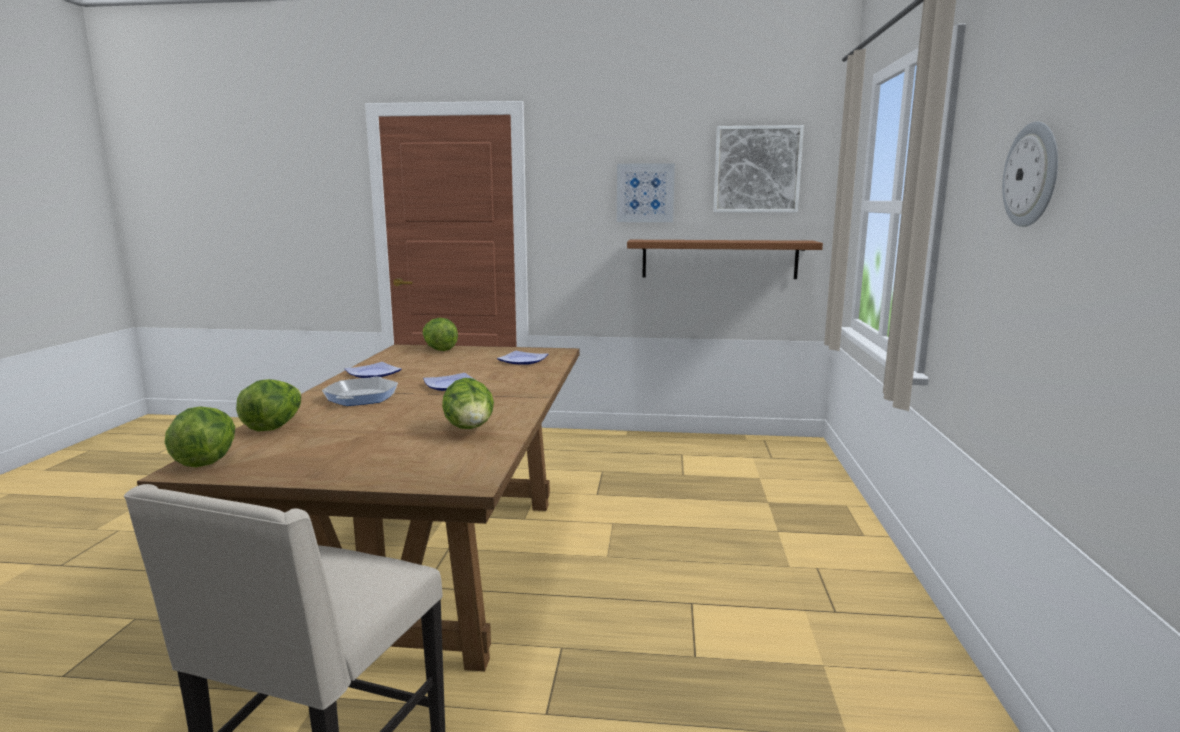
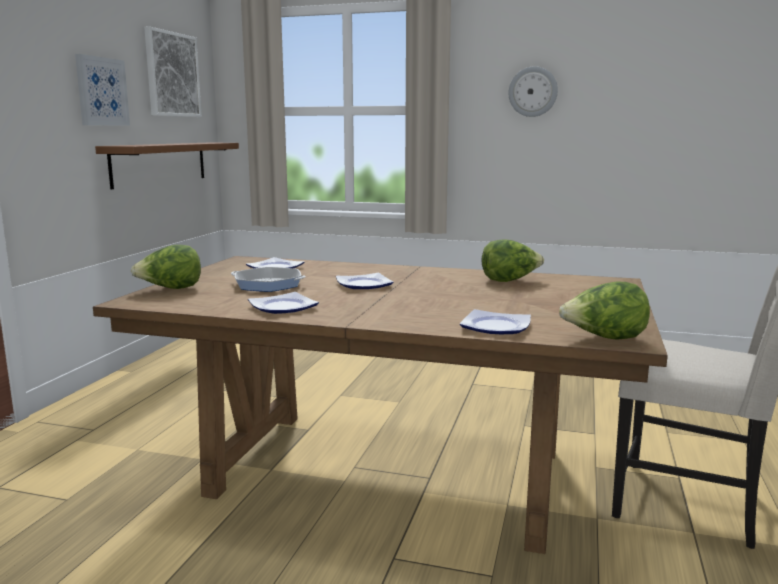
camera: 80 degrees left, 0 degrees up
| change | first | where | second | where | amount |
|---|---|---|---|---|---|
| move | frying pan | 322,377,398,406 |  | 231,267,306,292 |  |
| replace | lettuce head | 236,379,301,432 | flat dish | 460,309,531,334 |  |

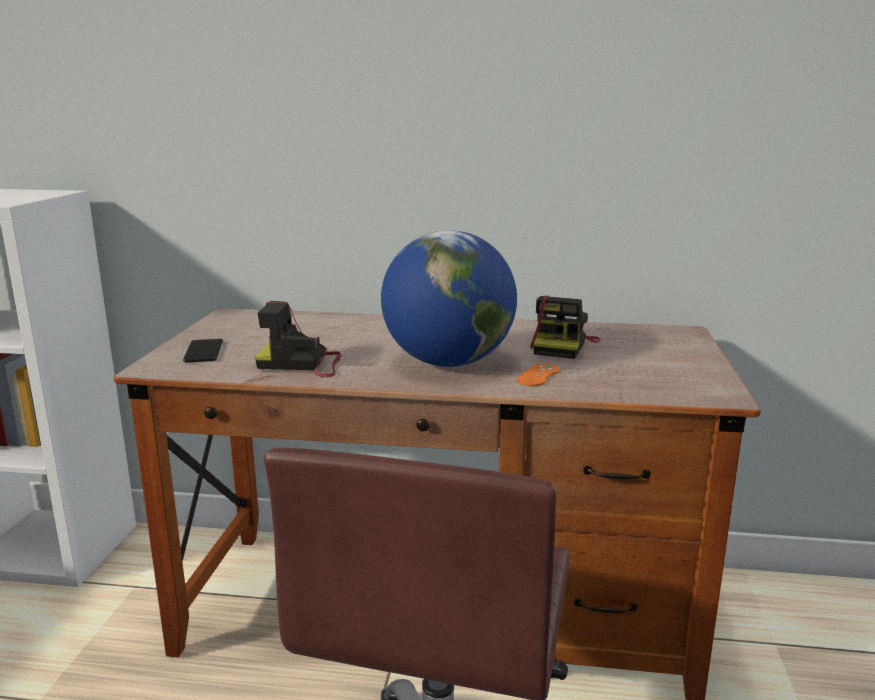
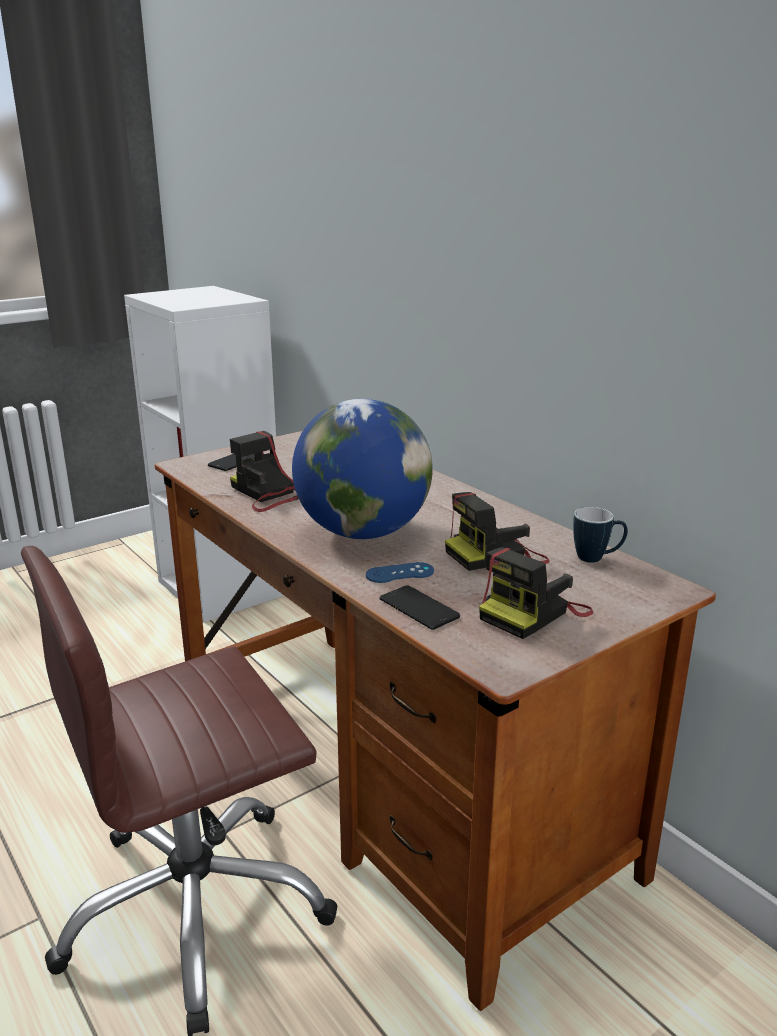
camera: 45 degrees right, 5 degrees up
| change | first | where | second | where | amount |
|---|---|---|---|---|---|
| recolor | joypad/orange-coloured | 517,364,560,386 | joypad/blue | 366,562,434,583 |  |
| insert |  |  | telephone | 380,585,460,630 |  |
| insert |  |  | photo camera | 479,547,593,639 |  |
| insert |  |  | coffee mug | 573,507,628,563 |  |

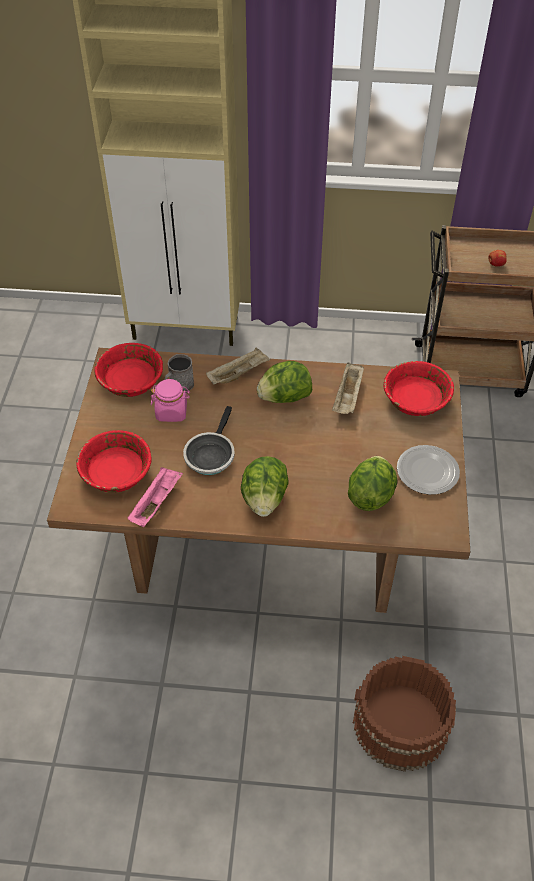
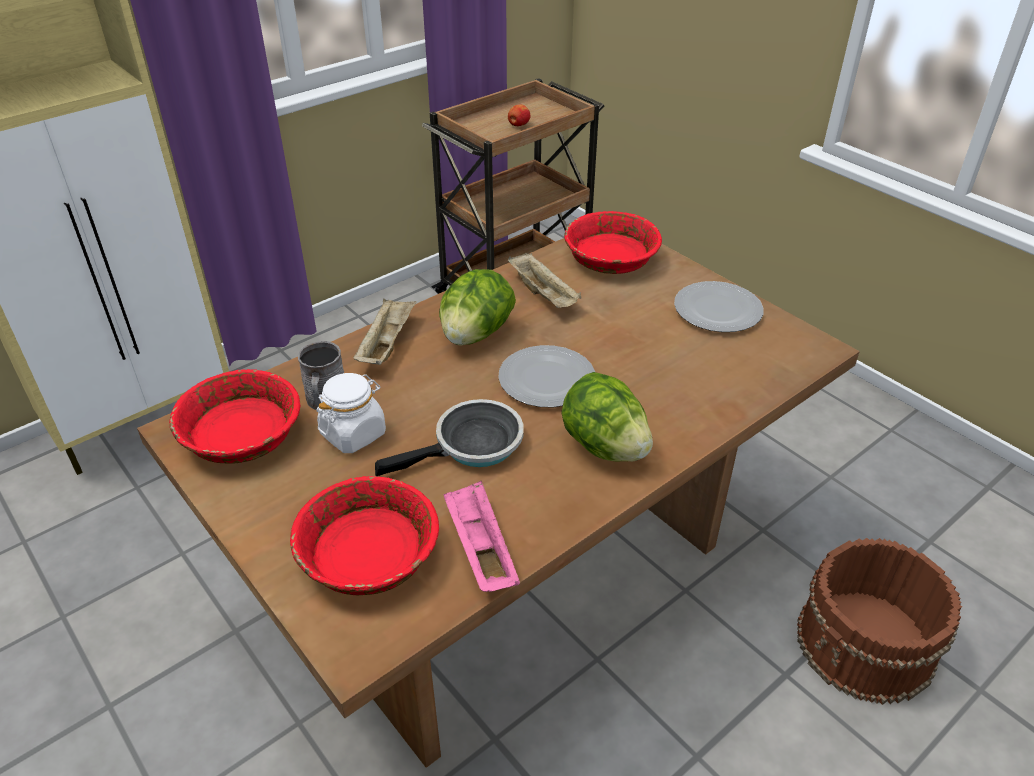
camera: 45 degrees left, 10 degrees down
| change | first | where | second | where | amount |
|---|---|---|---|---|---|
| recolor | jar/pink | 151,379,190,422 | jar/white-coloured | 317,373,386,453 |  |
| rotate | frying pan | 183,406,235,475 |  | 375,399,524,476 | 90 degrees counterclockwise |
| insert |  |  | flat dish | 498,345,595,407 |  |
| delete | lettuce head | 348,456,398,511 |  |  |  |

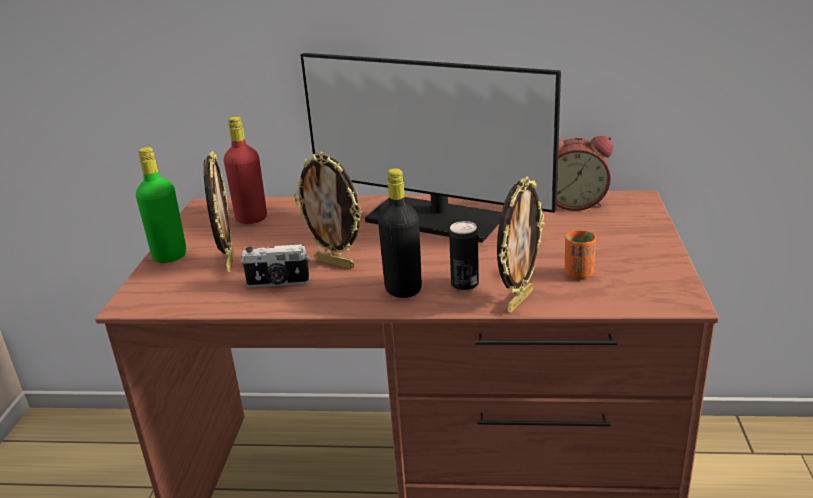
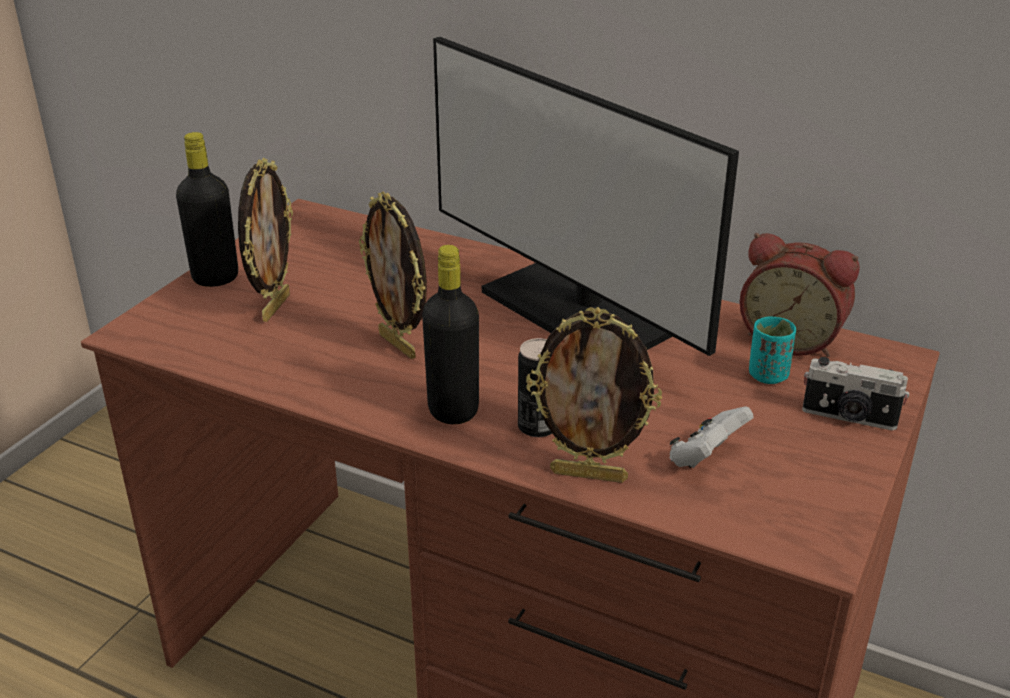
camera: 20 degrees right, 5 degrees up
| change | first | where | second | where | amount |
|---|---|---|---|---|---|
| recolor | bottle/green | 136,147,187,263 | bottle/blackish | 176,132,238,287 |  |
| rotate | picture frame | 497,176,544,313 |  | 526,307,662,483 | 45 degrees clockwise |
| replace | drinking cup/orange-coloured | 565,230,596,279 | joypad/white-coloured | 670,406,753,468 |  |
| insert |  |  | drinking cup/blue-green | 749,316,796,384 |  |
| move | photo camera | 241,244,310,287 |  | 802,357,909,430 |  |
| delete | bottle/red-coloured | 224,116,267,224 |  |  |  |

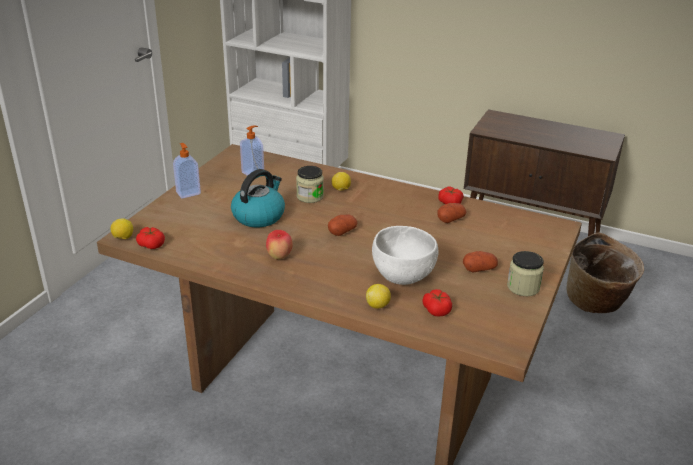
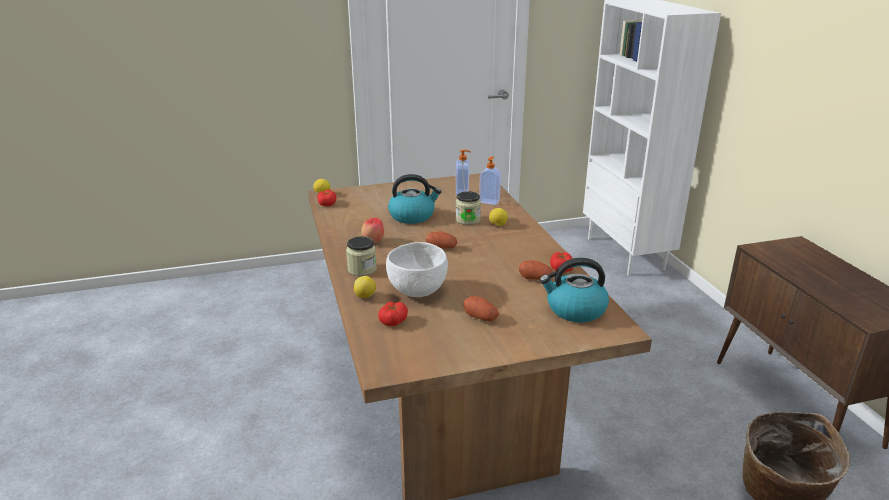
camera: 50 degrees right, 5 degrees down
| change | first | where | second | where | amount |
|---|---|---|---|---|---|
| move | jar | 507,251,544,296 |  | 346,237,377,276 |  |
| move | soap bottle | 173,143,201,199 |  | 479,156,501,205 |  |
| insert |  |  | tea kettle | 540,258,609,323 |  |

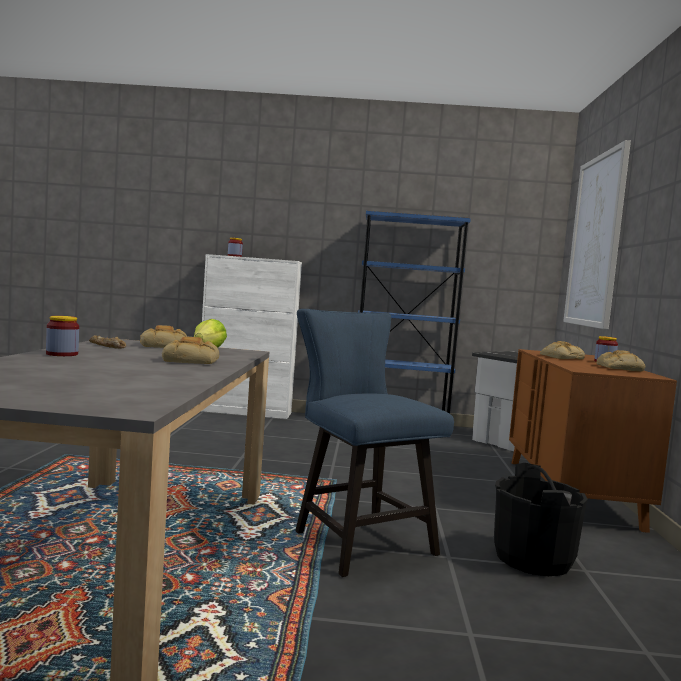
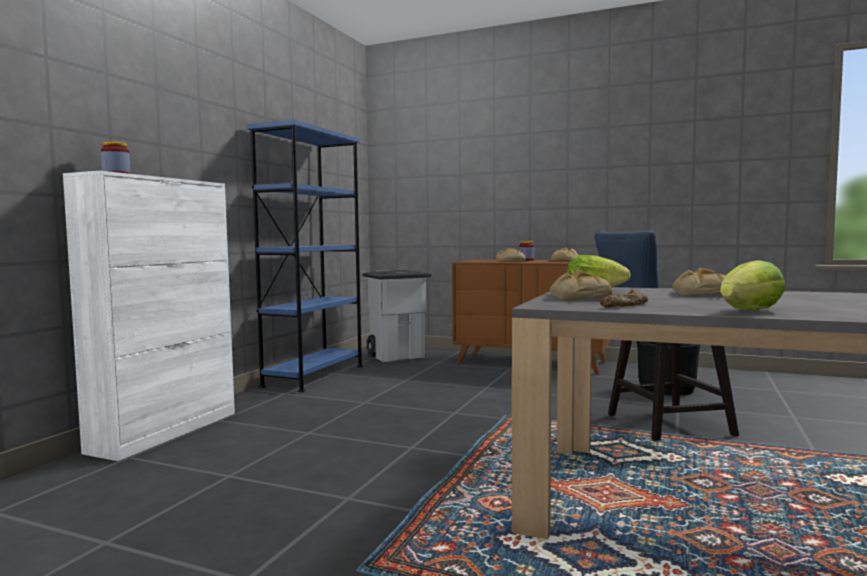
camera: 70 degrees left, 0 degrees up
| change | first | where | second | where | amount |
|---|---|---|---|---|---|
| replace | jar | 46,316,79,356 | lettuce head | 720,260,786,310 |  |
| delete | picture | 563,140,631,329 |  |  |  |

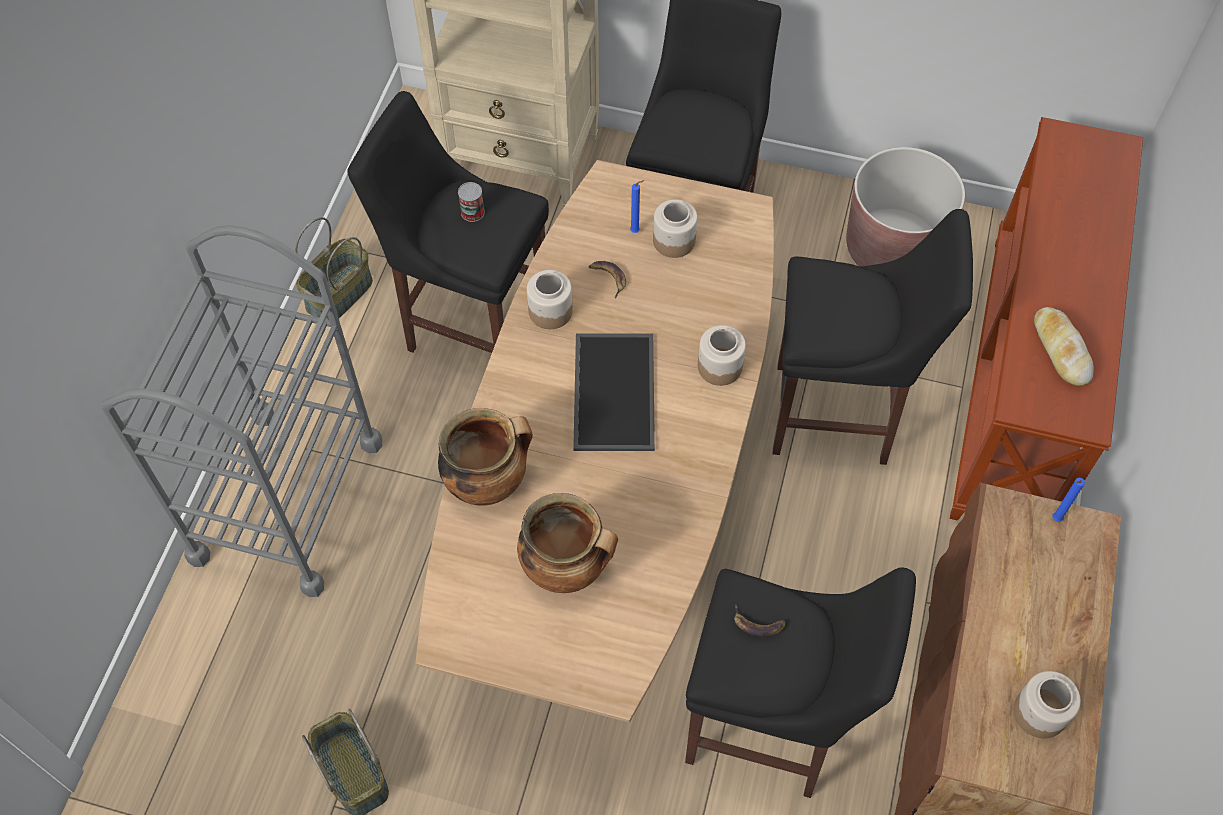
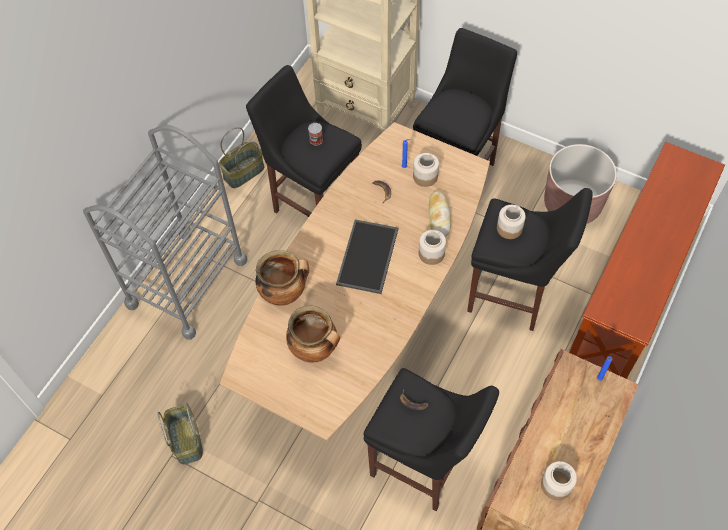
camera: 15 degrees right, 0 degrees up
| change | first | where | second | where | amount |
|---|---|---|---|---|---|
| move | bread | 1034,307,1094,386 |  | 429,191,451,237 |  |
| move | jar | 527,270,573,329 |  | 497,205,526,239 |  |

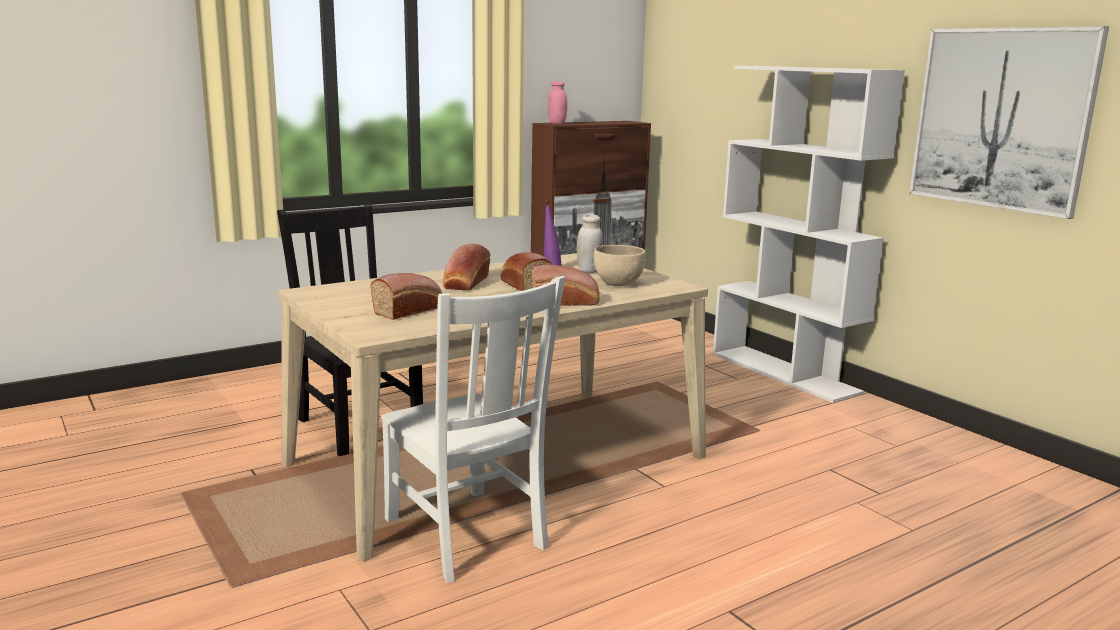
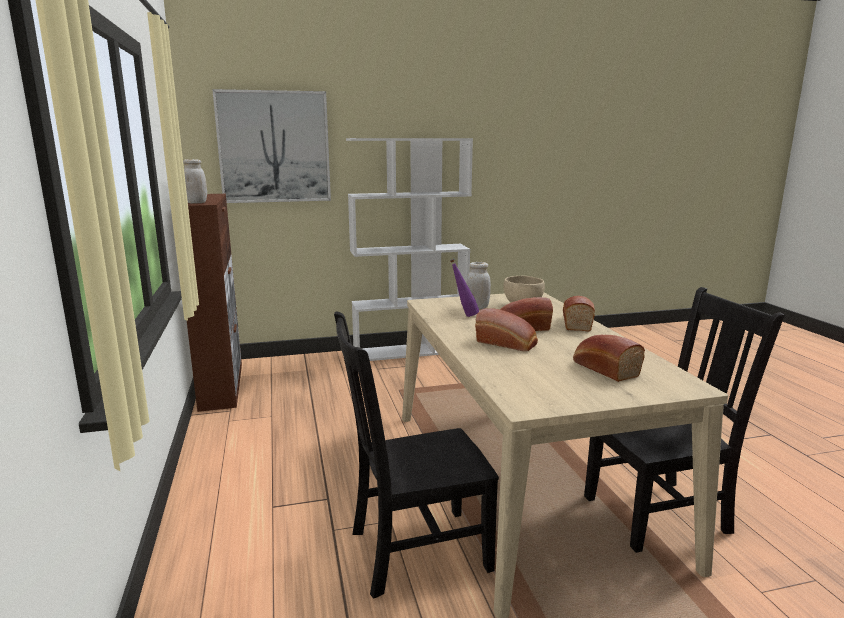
camera: 70 degrees left, 0 degrees up
| change | first | where | second | where | amount |
|---|---|---|---|---|---|
| recolor | jar/pink | 548,81,568,124 | jar/white-coloured | 183,159,207,203 |  |
| move | picture | 909,26,1109,219 |  | 212,89,331,203 |  |
| recolor | upright chair/white-coloured | 381,276,565,583 | upright chair/blackish | 584,287,785,553 |  |

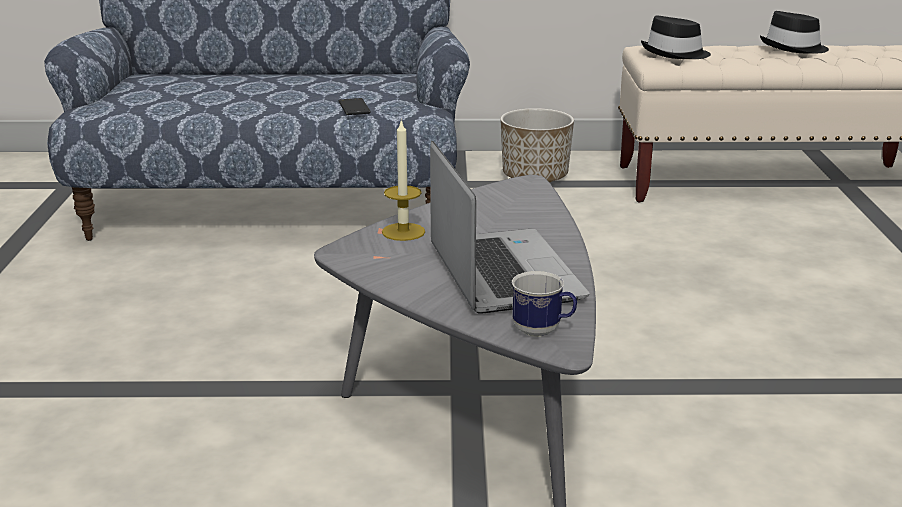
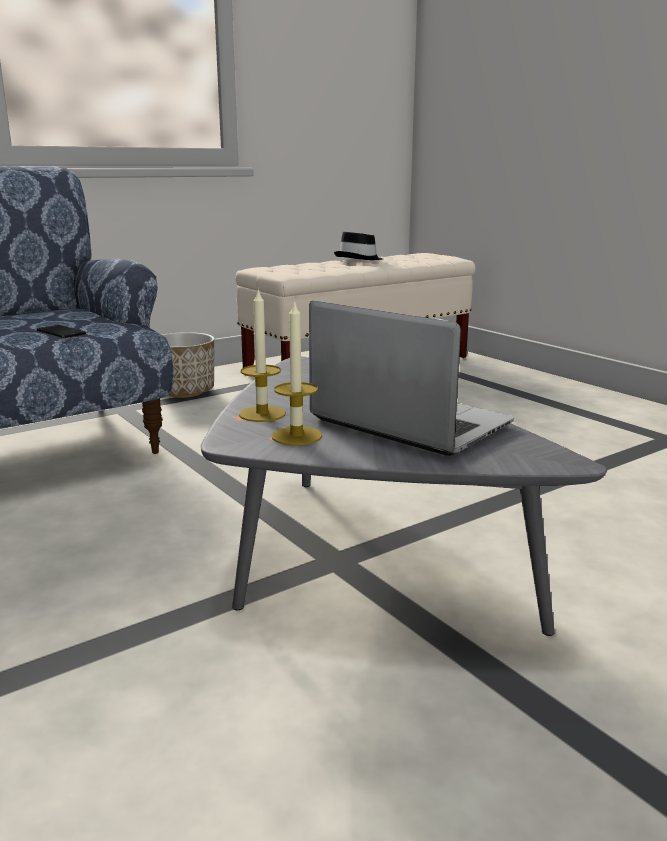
camera: 35 degrees left, 5 degrees down
| change | first | where | second | where | amount |
|---|---|---|---|---|---|
| insert |  |  | wax candle | 272,299,322,445 |  |
| delete | coffee mug | 512,271,577,337 |  |  |  |
| delete | hat/blackish | 641,16,711,59 |  |  |  |

